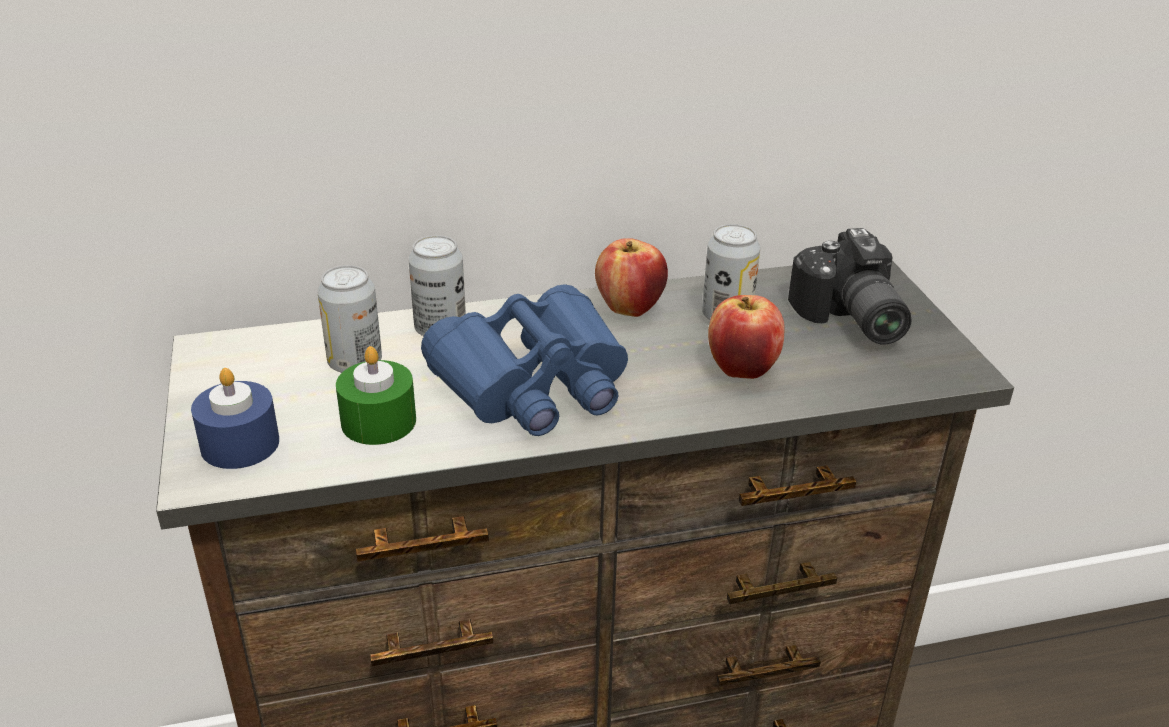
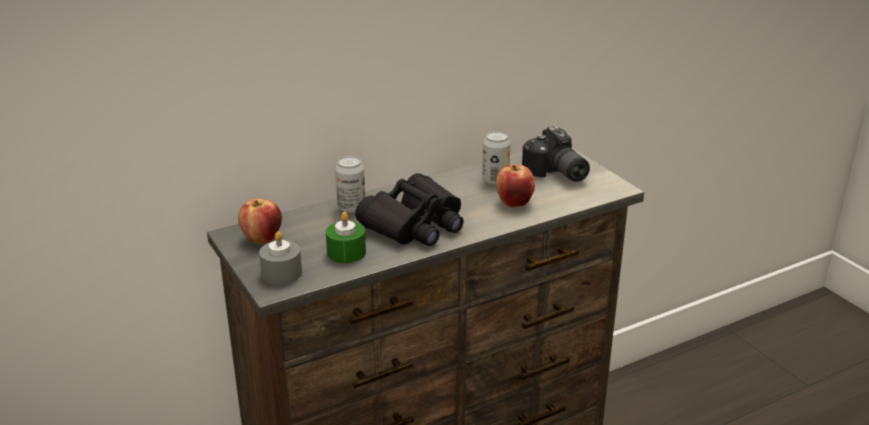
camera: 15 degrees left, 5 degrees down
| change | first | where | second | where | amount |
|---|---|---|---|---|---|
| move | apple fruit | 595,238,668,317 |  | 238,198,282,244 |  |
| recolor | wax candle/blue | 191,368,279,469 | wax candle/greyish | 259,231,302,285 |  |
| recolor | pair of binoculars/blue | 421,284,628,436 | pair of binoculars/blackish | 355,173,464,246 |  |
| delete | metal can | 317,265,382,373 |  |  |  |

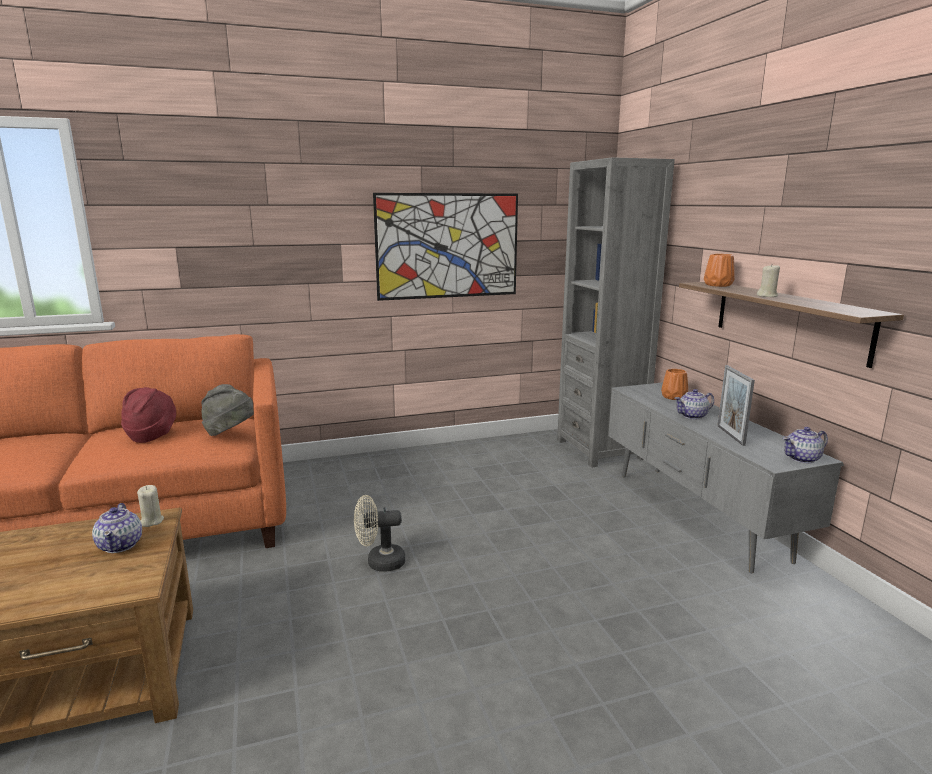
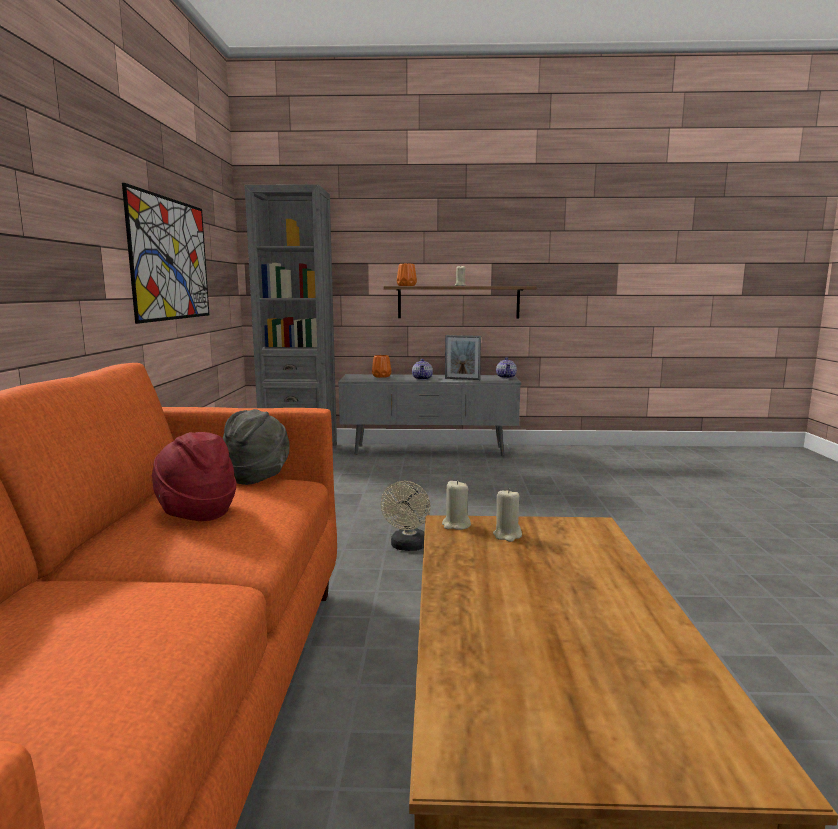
camera: 70 degrees left, 5 degrees down
| change | first | where | second | where | amount |
|---|---|---|---|---|---|
| replace | teapot | 92,503,142,553 | wax candle/beige-coloured | 493,489,522,542 |  |

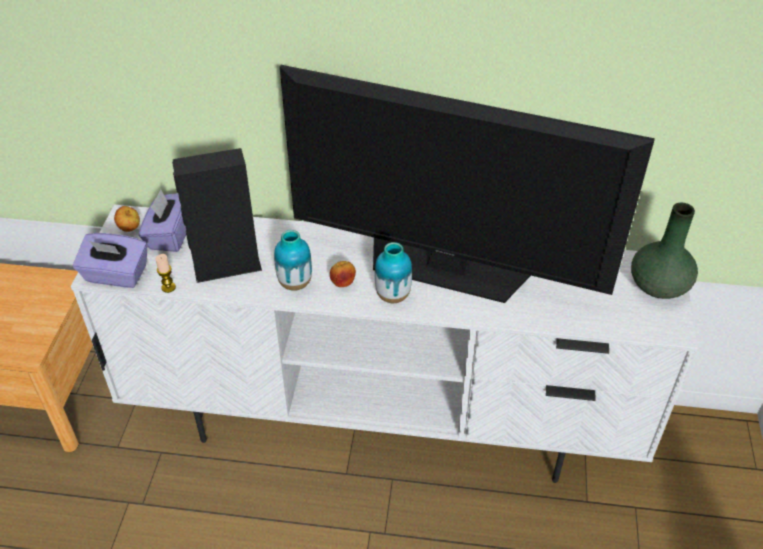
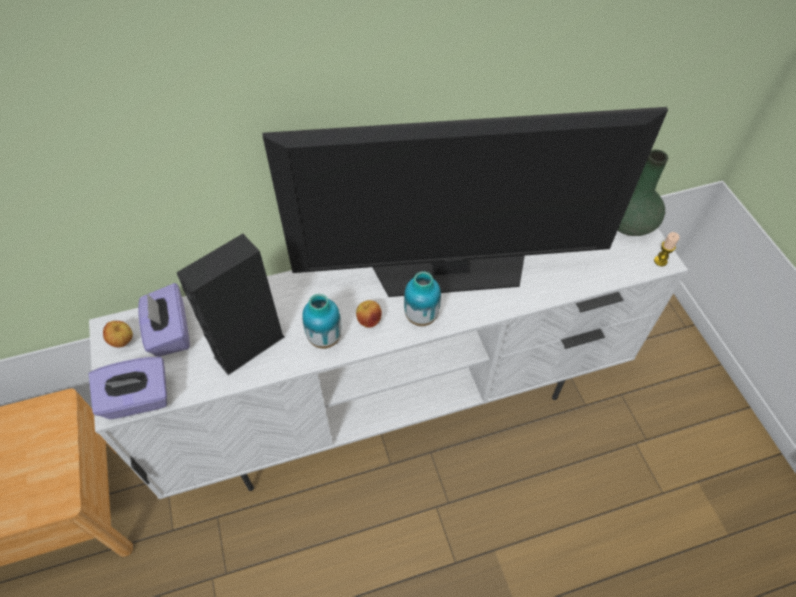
camera: 25 degrees left, 10 degrees up
| change | first | where | second | where | amount |
|---|---|---|---|---|---|
| move | wax candle | 156,254,176,293 |  | 654,232,680,266 |  |

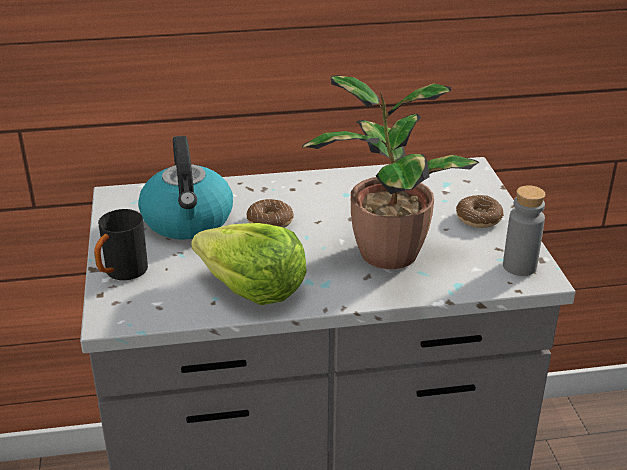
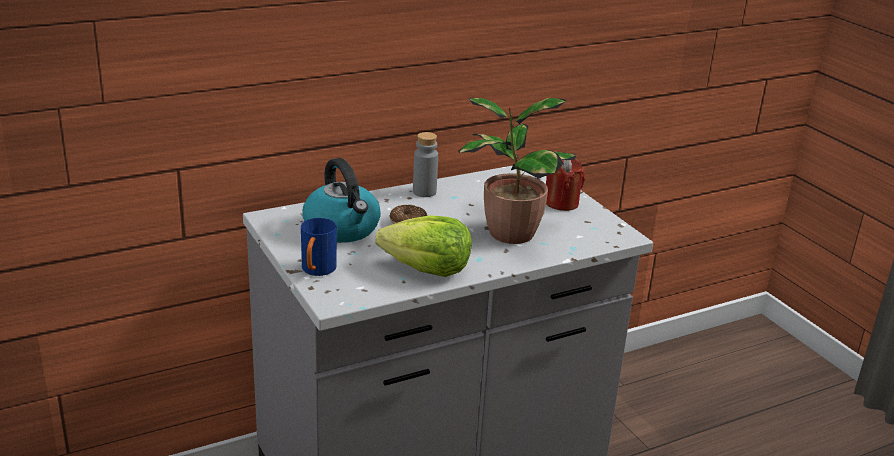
camera: 20 degrees left, 5 degrees down
| change | first | where | second | where | amount |
|---|---|---|---|---|---|
| recolor | coffee mug/blackish | 94,209,148,280 | coffee mug/blue | 301,218,337,276 |  |
| move | bottle/greyish | 503,185,546,276 |  | 413,132,438,197 |  |
| replace | ring doughnut | 456,195,504,228 | wax candle/red-coloured | 546,159,585,211 |  |

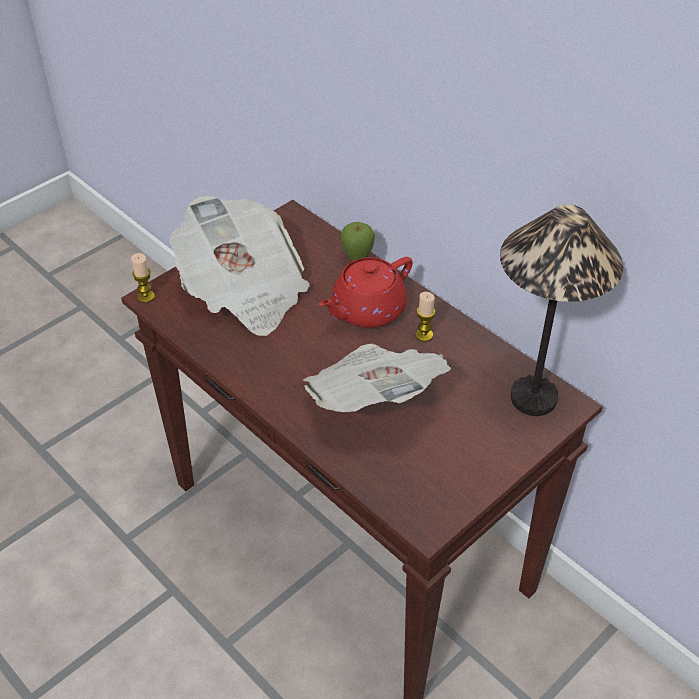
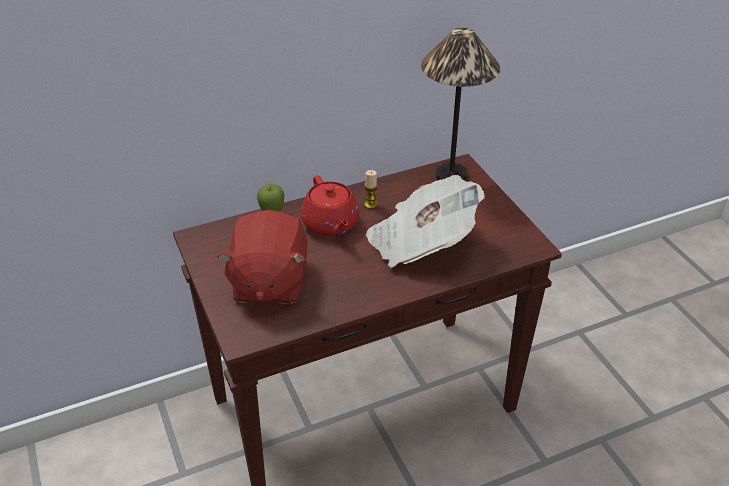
camera: 70 degrees left, 5 degrees down
| change | first | where | second | where | amount |
|---|---|---|---|---|---|
| replace | newspaper | 170,195,310,336 | cuddly toy/red-coloured | 218,210,308,304 |  |
| delete | wax candle | 131,253,155,303 |  |  |  |

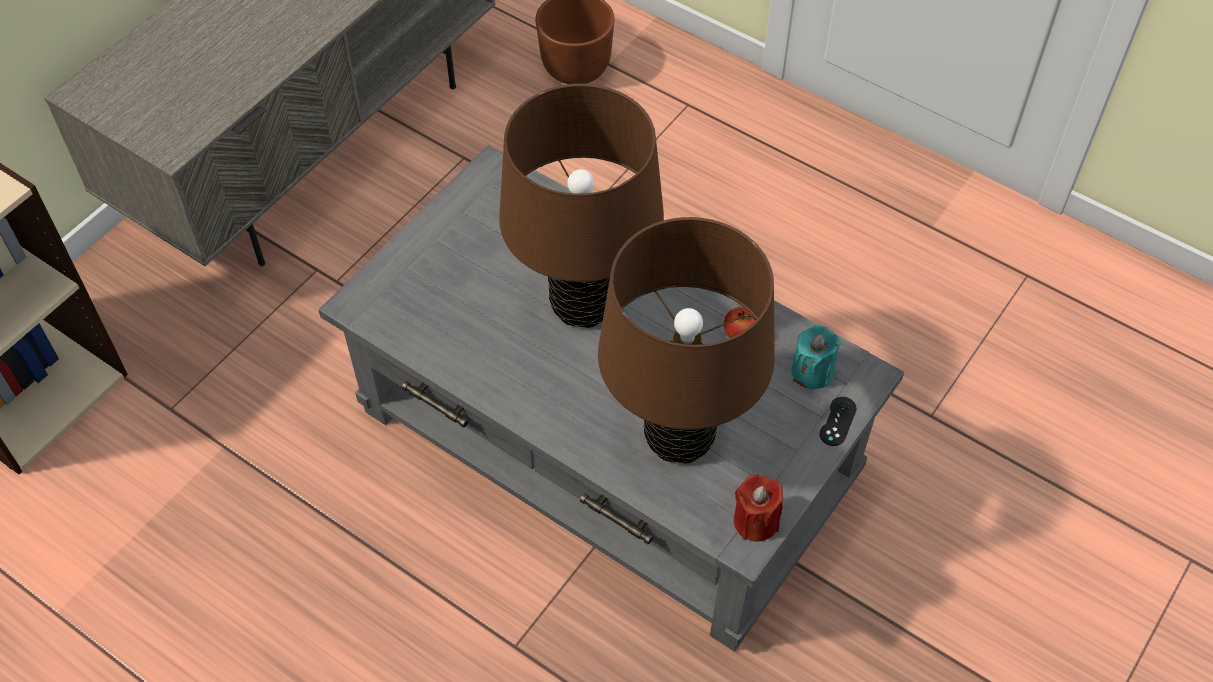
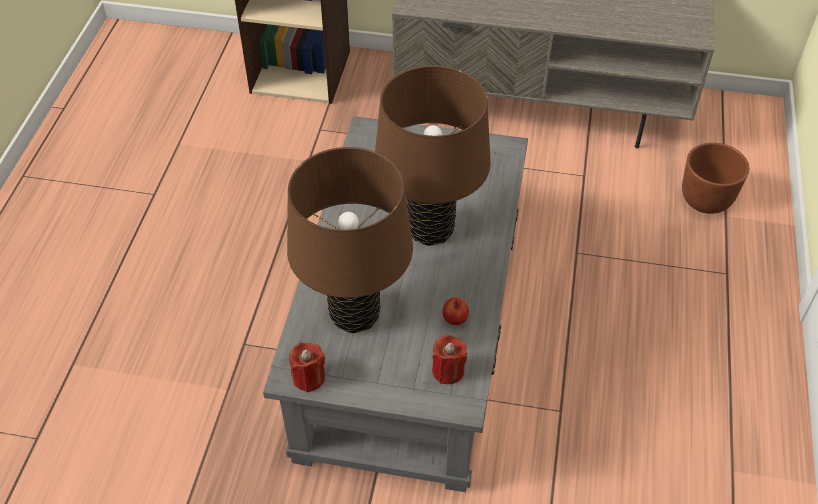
camera: 65 degrees right, 5 degrees down
| change | first | where | second | where | amount |
|---|---|---|---|---|---|
| recolor | wax candle/blue-green | 791,325,841,389 | wax candle/red-coloured | 432,335,467,384 |  |
| delete | joypad/blackish | 819,397,857,446 |  |  |  |

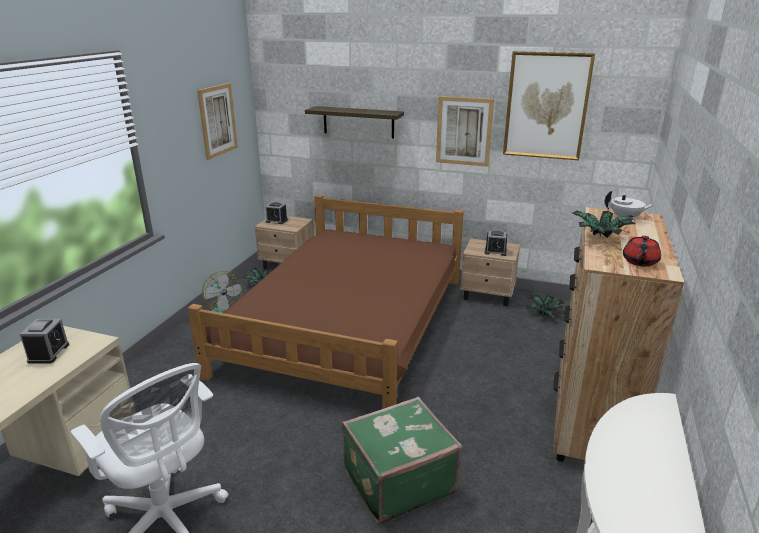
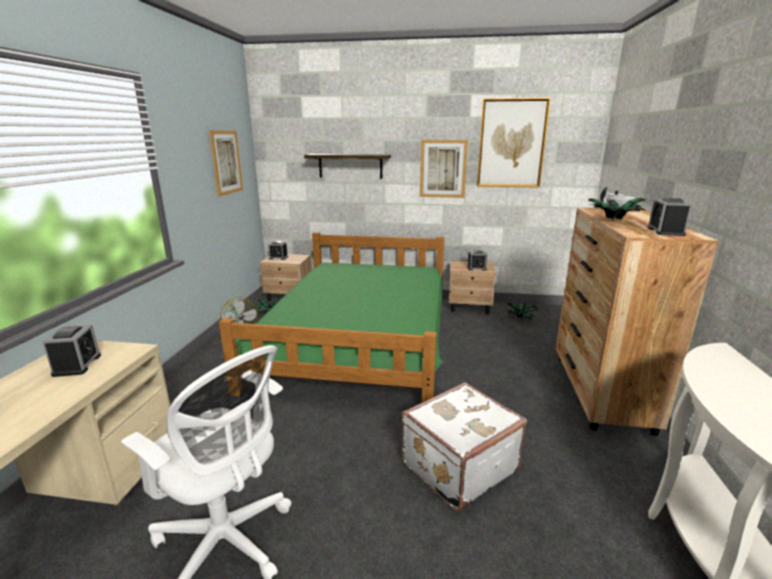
camera: 10 degrees left, 5 degrees down
| change | first | where | second | where | amount |
|---|---|---|---|---|---|
| recolor | sleeping bed/brown-coloured | 188,194,464,409 | sleeping bed/green | 219,232,445,403 |  |
| recolor | suitcase/green | 342,397,462,525 | suitcase/white-coloured | 402,382,527,511 |  |
| replace | teapot/red-coloured | 623,236,661,267 | table clock | 648,198,692,236 |  |

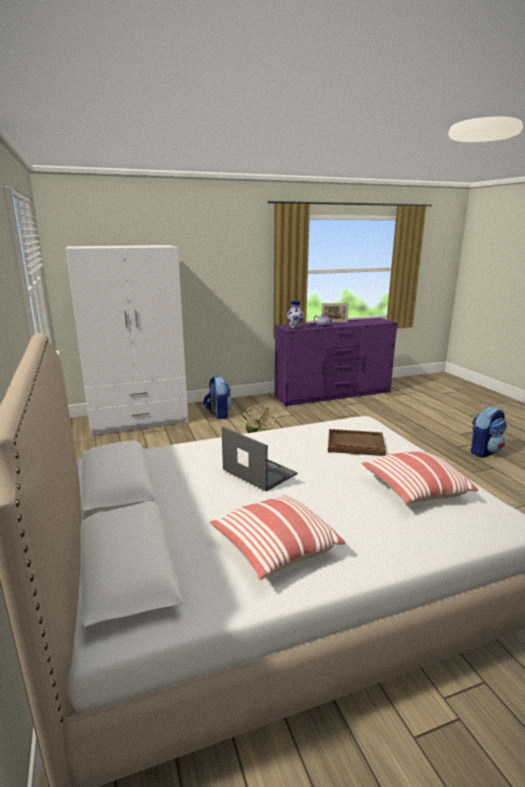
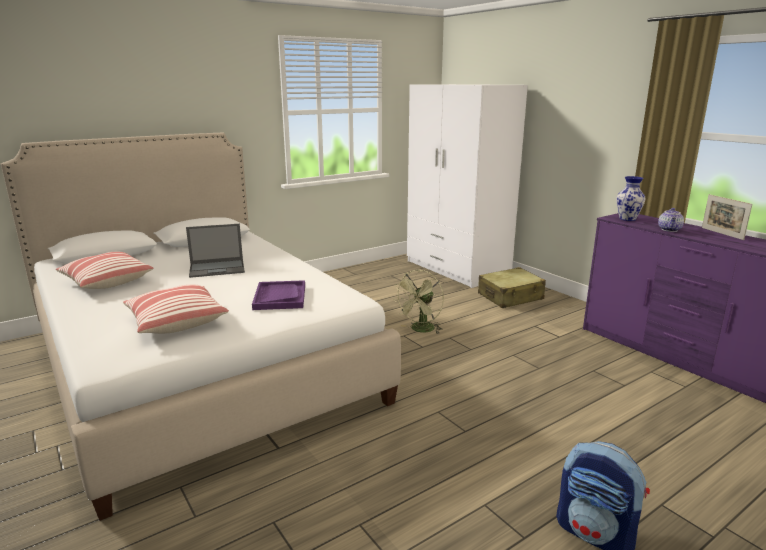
camera: 75 degrees right, 0 degrees up
| change | first | where | second | where | amount |
|---|---|---|---|---|---|
| rotate | laptop | 221,426,297,491 |  | 186,224,245,278 | 45 degrees clockwise |
| recolor | carrying tray/brown-coloured | 328,429,386,456 | carrying tray/purplish | 252,280,305,310 |  |
| replace | knapsack | 203,375,232,419 | suitcase/beige-coloured | 478,267,546,308 |  |

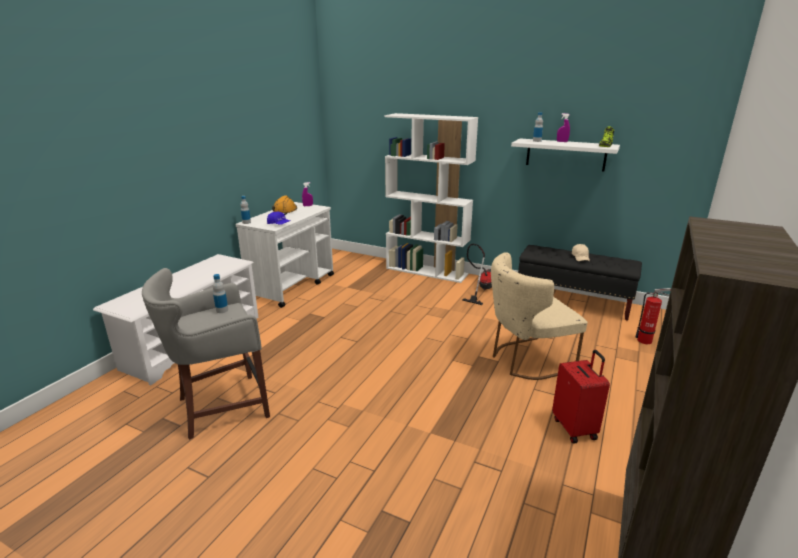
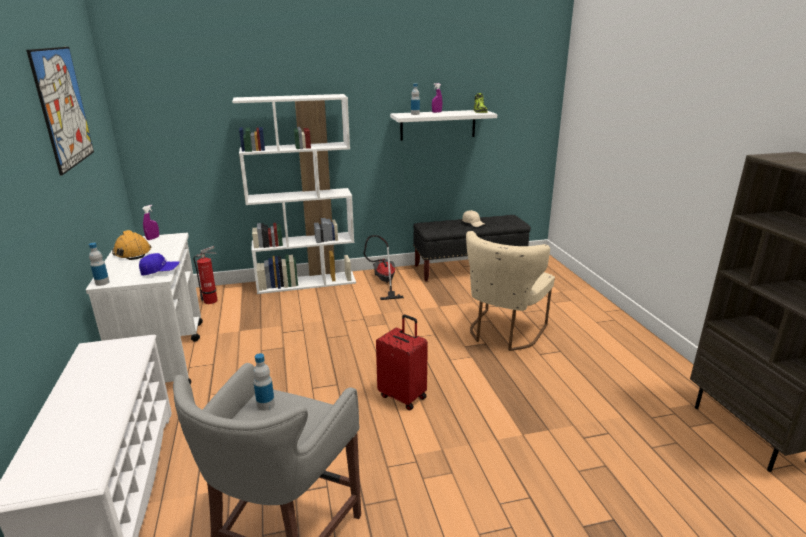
camera: 40 degrees left, 0 degrees up
| change | first | where | second | where | amount |
|---|---|---|---|---|---|
| insert |  |  | picture | 26,47,94,176 |  |
| move | fire-fighting cylinder | 635,288,671,344 |  | 194,246,218,304 |  |
| move | suitcase/red-coloured | 552,350,610,443 |  | 376,314,428,411 |  |

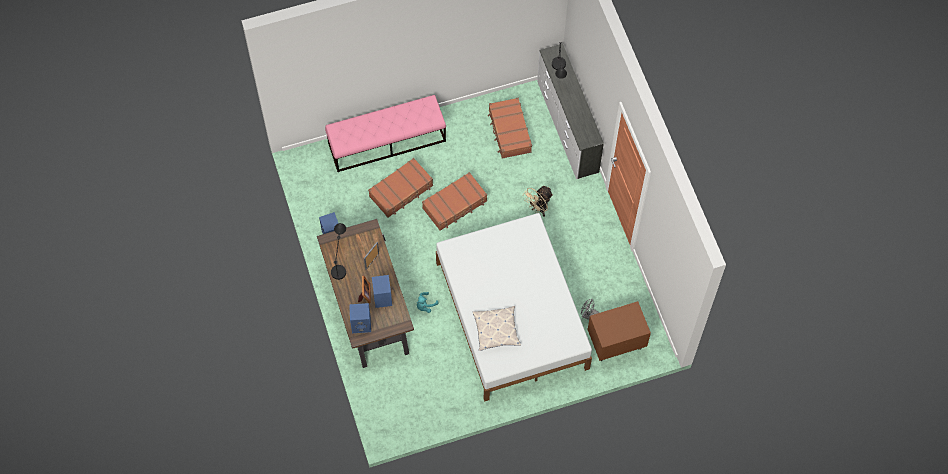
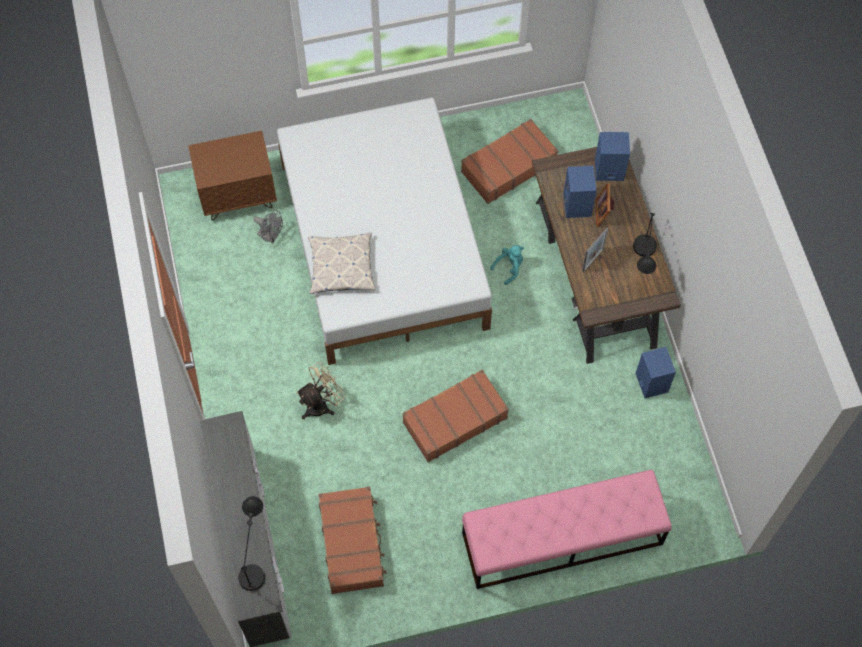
camera: 175 degrees left, 0 degrees up
| change | first | where | second | where | amount |
|---|---|---|---|---|---|
| move | throw pillow | 473,306,521,351 |  | 308,233,375,294 |  |
| move | suitcase/brown-coloured | 368,158,433,218 |  | 461,119,558,204 |  |

